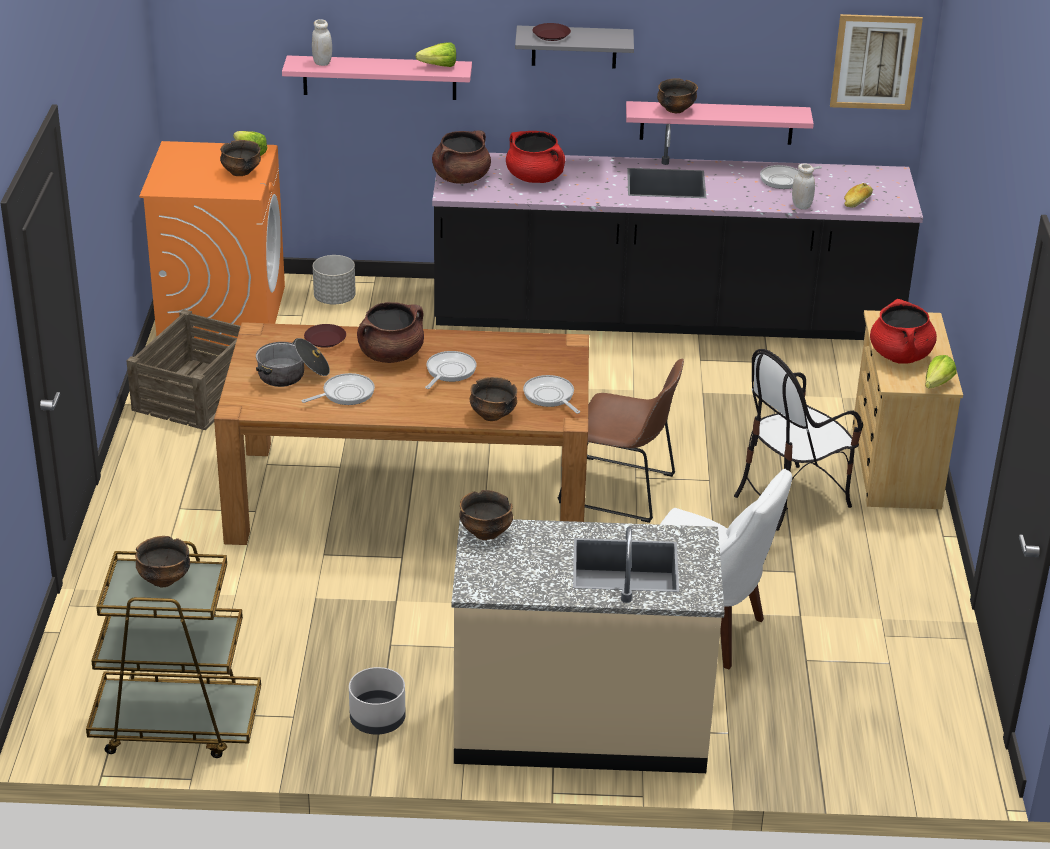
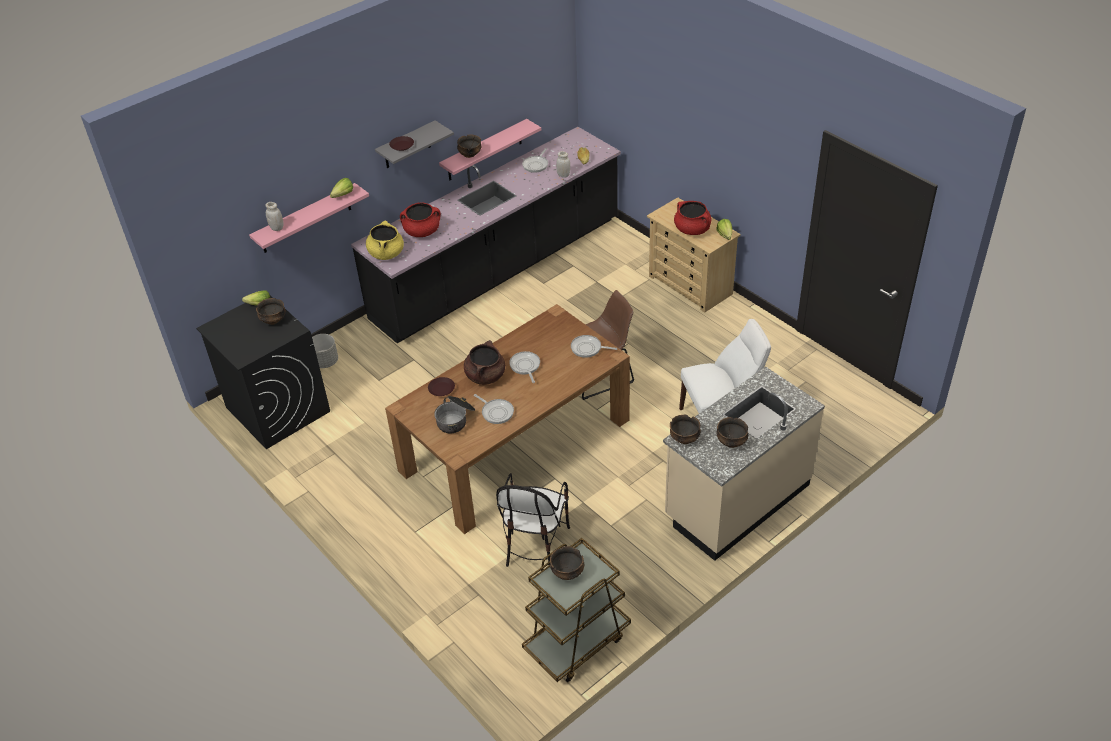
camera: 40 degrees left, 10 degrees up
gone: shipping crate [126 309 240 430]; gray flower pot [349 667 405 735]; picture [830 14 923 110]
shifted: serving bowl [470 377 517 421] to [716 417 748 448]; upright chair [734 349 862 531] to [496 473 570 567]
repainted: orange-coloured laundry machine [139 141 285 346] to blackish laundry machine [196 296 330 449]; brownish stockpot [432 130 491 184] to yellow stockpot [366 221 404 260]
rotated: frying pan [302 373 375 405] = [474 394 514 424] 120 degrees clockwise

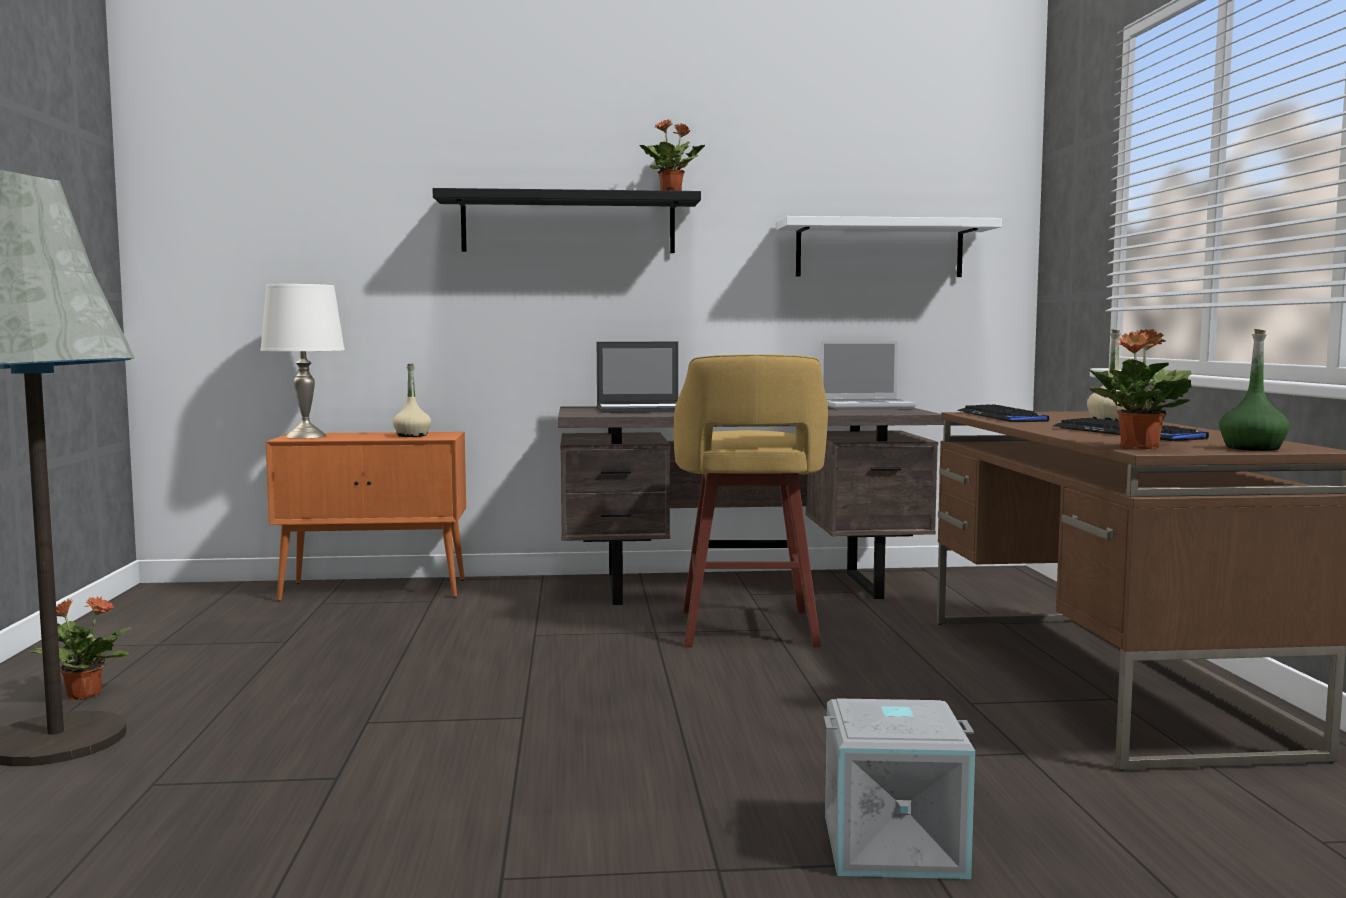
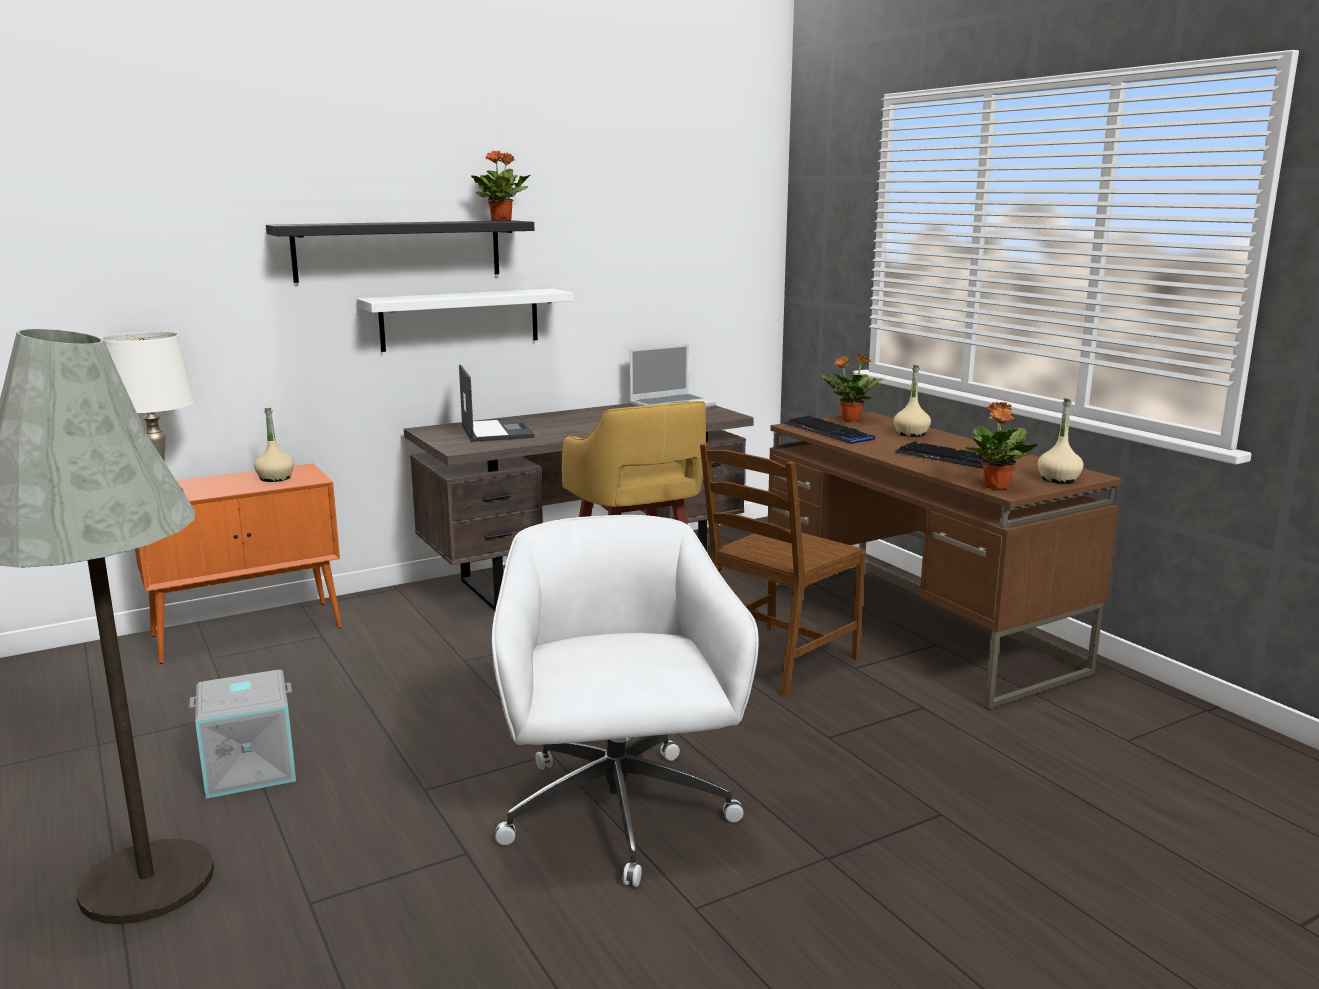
camera: 25 degrees left, 10 degrees up
new: white office chair [492 515 758 887]; brownish upright chair [700 444 866 698]
shifted: houseplant [29 596 132 700] to [822 354 883 422]; white wall shelf [776 216 1002 277] to [357 289 574 352]; gray storage box [824 698 975 879] to [190 670 296 799]
repainted: green bottle [1219 329 1290 451] to beige bottle [1038 398 1083 483]
rotated: laptop [597 342 678 413] = [459 364 534 442] 75 degrees counterclockwise

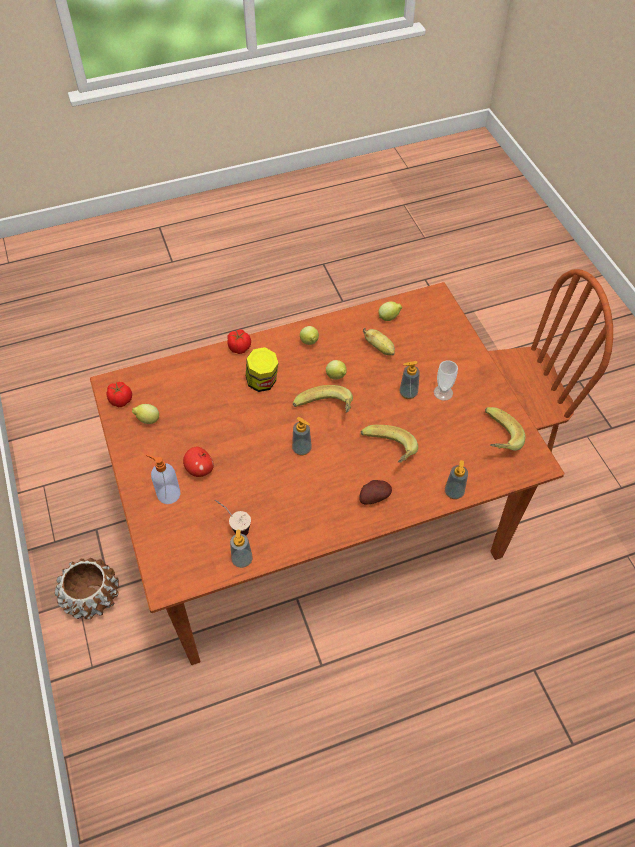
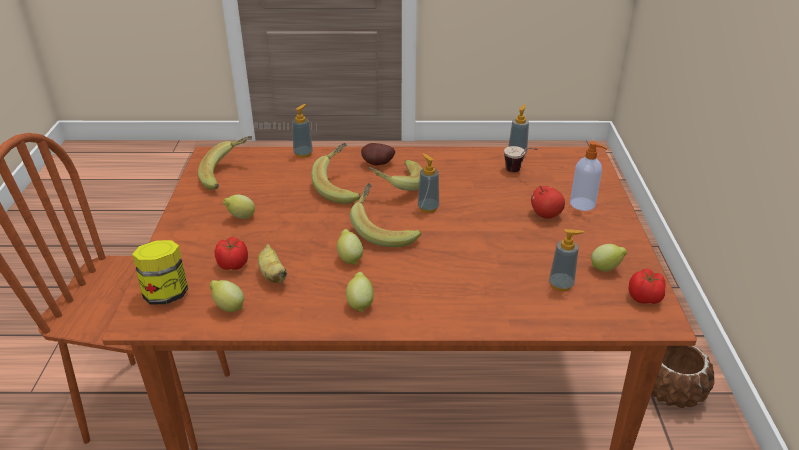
camera: 160 degrees left, 20 degrees down
new: banana [368 160 422 191]
shifted: fresh tomato [227 329 251 354] to [215 237 248 270]; preserve jar [246 347 278 392] to [132 240 188 304]; liquid soap bottle [400 361 420 399] to [549 229 584 291]
swapped: cup [434 360 458 401] to citrus fruit [223 195 255 219]

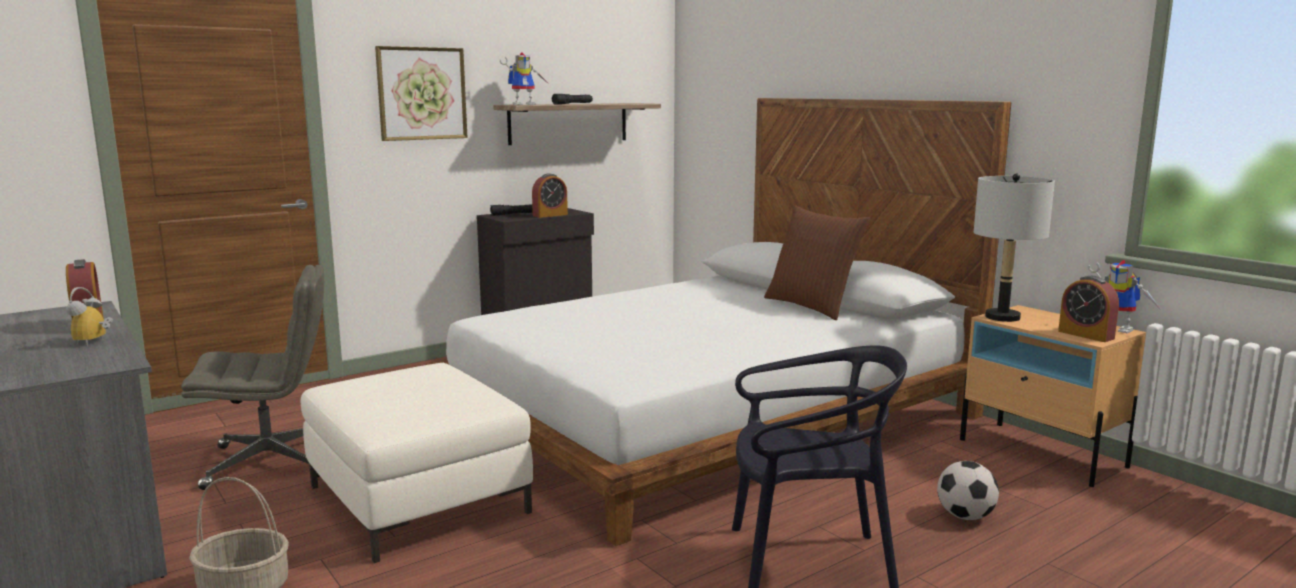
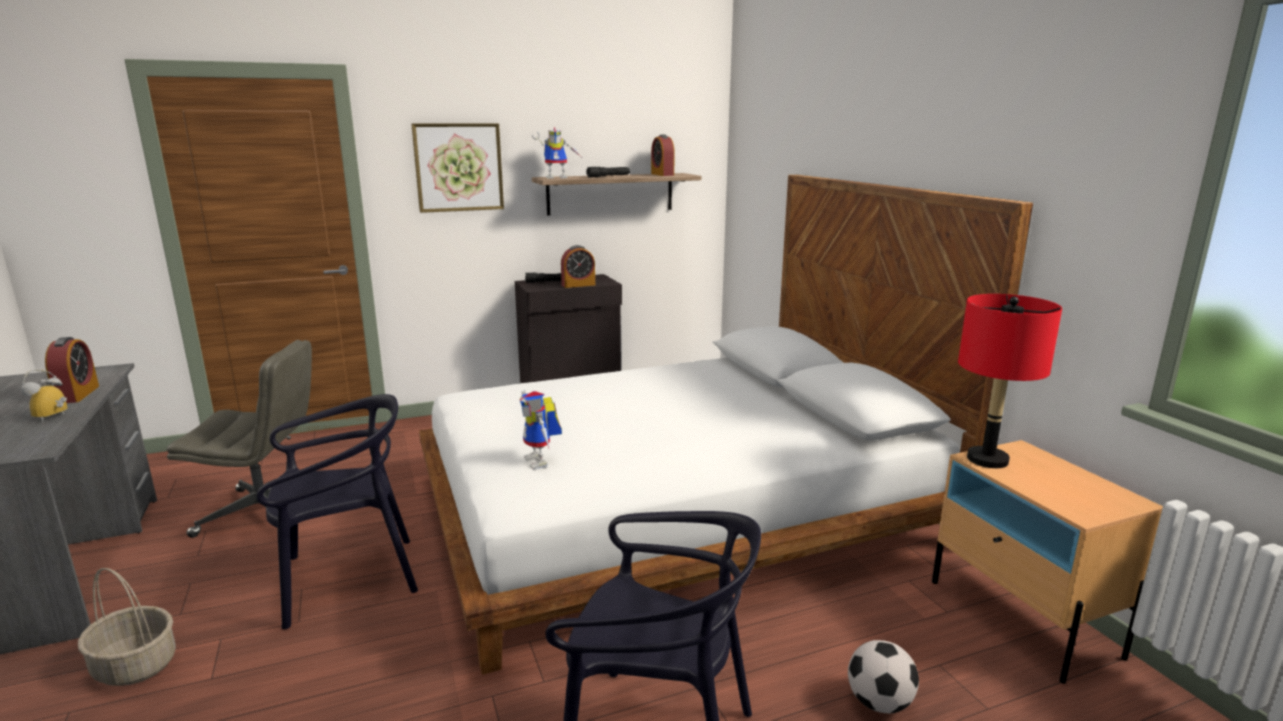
camera: 15 degrees right, 5 degrees up
gone: brownish pillow [764 206 870 320]
shifted: table clock [1058 276 1119 342] to [651 135 675 176]; model robot [1088 260 1159 333] to [520 390 562 469]
swapped: white pouffe [301 363 533 563] to blackish upright chair [257 394 418 629]
repainted: gray table lamp [974 173 1055 322] to reddish table lamp [958 294 1062 468]

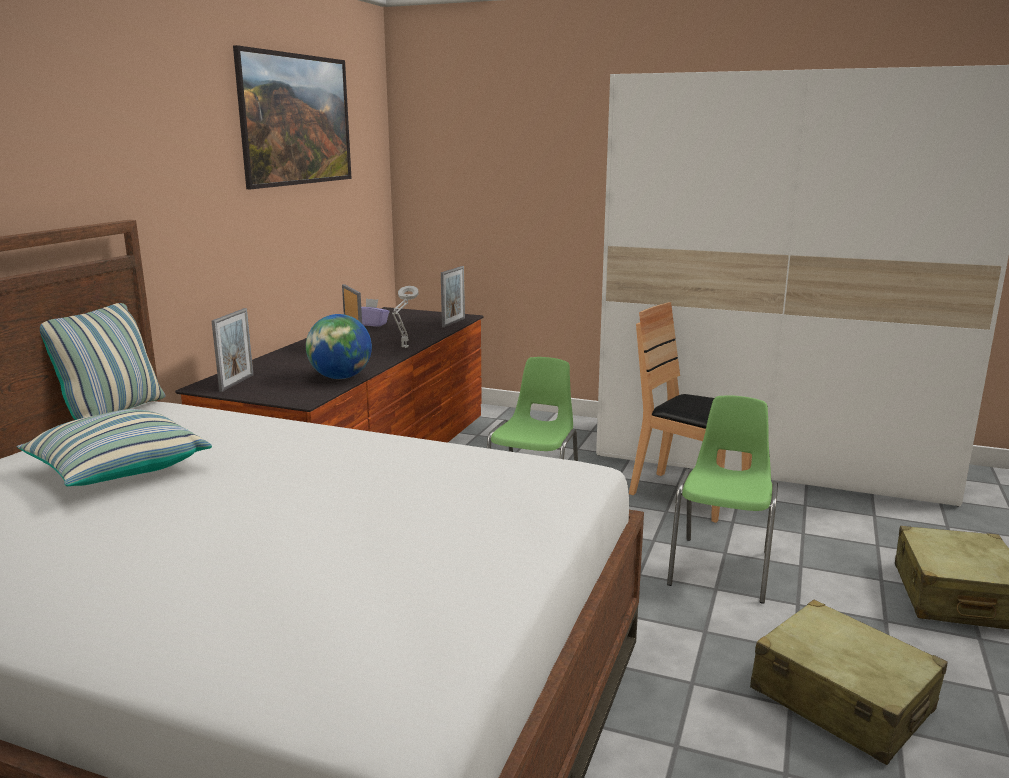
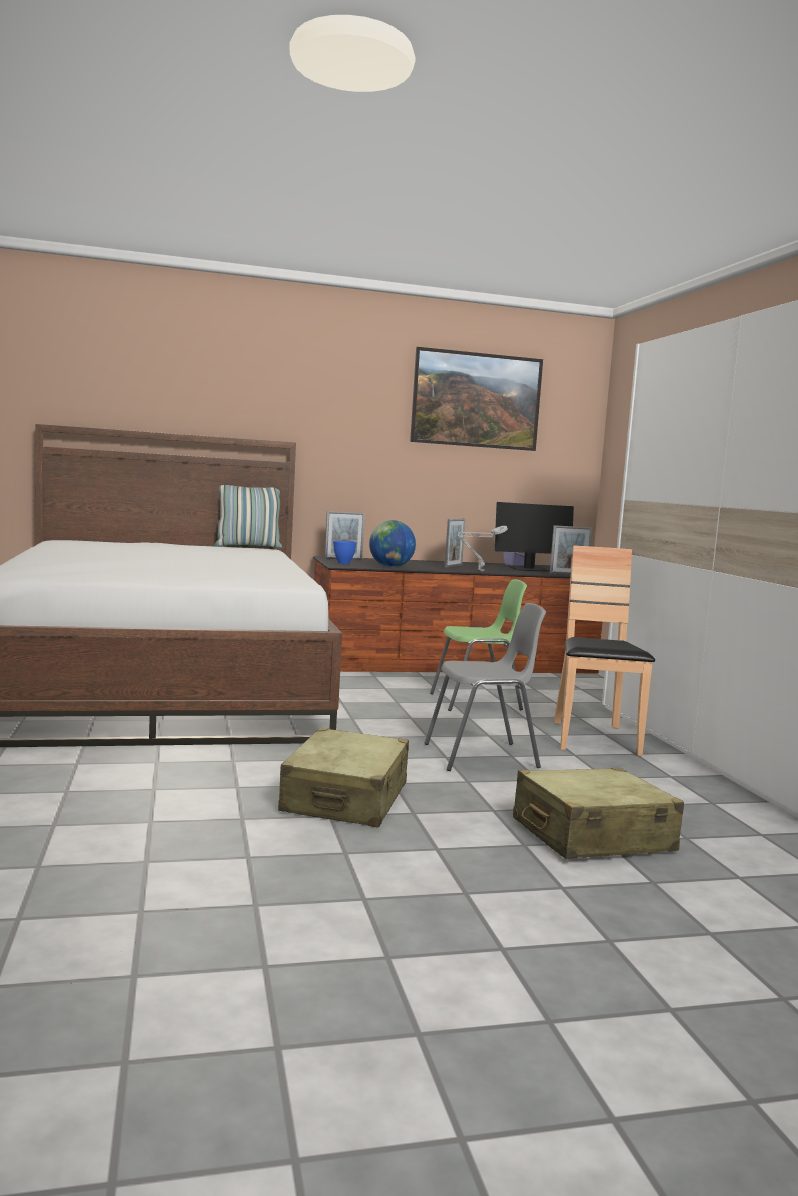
camera: 55 degrees right, 10 degrees down
gone: pillow [17 409 212 486]
new: bluish serving bowl [333 541 357 564]; monitor [495 502 574 572]
repainted: green upright chair [667 395 778 604] to gray upright chair [425 603 546 771]

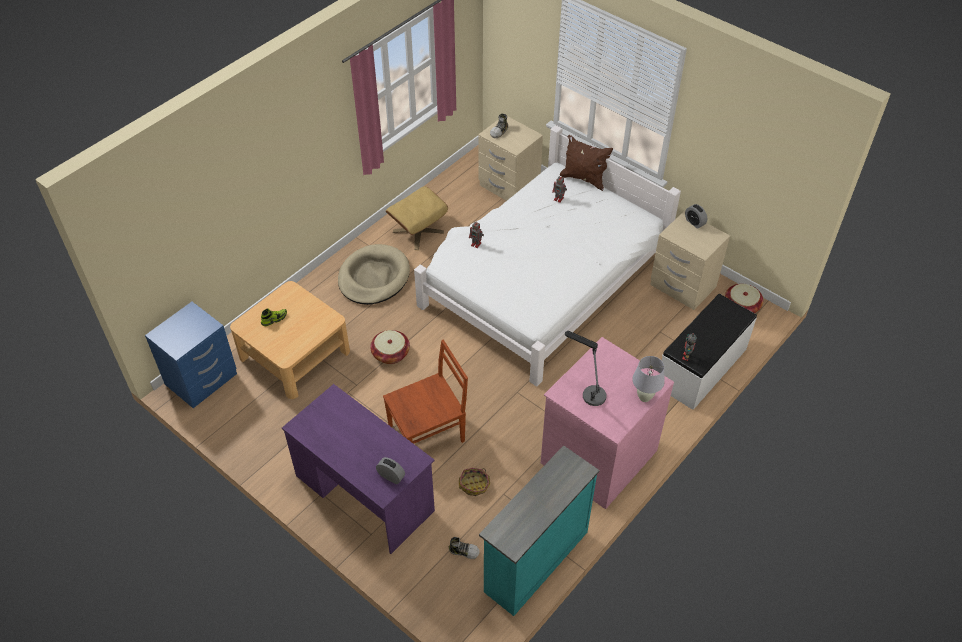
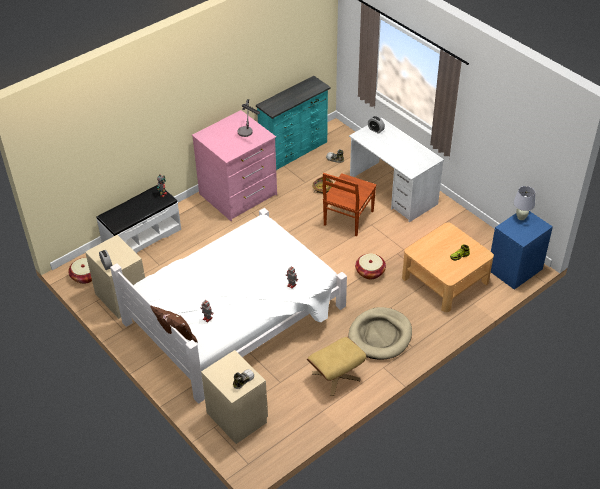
camera: 170 degrees left, 5 degrees down
shifted: white table lamp [632 356 665 402] to [513 186 535 220]
repainted: purple-coloured desk table [282 384 435 554] to white desk table [349 118 444 222]
rotated: brownish upright chair [383 340 468 444] = [323 173 377 236] 45 degrees counterclockwise

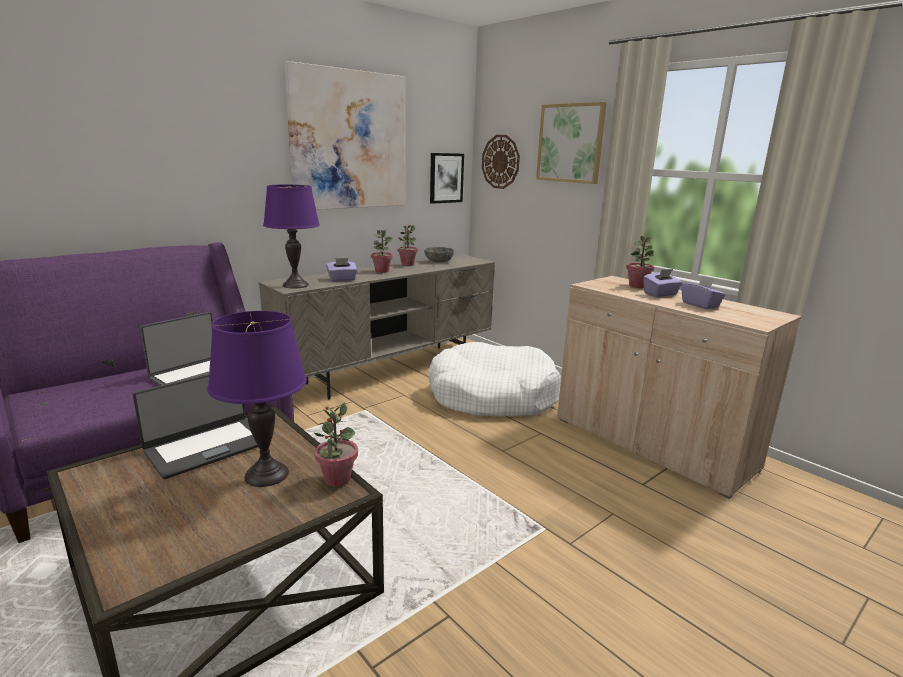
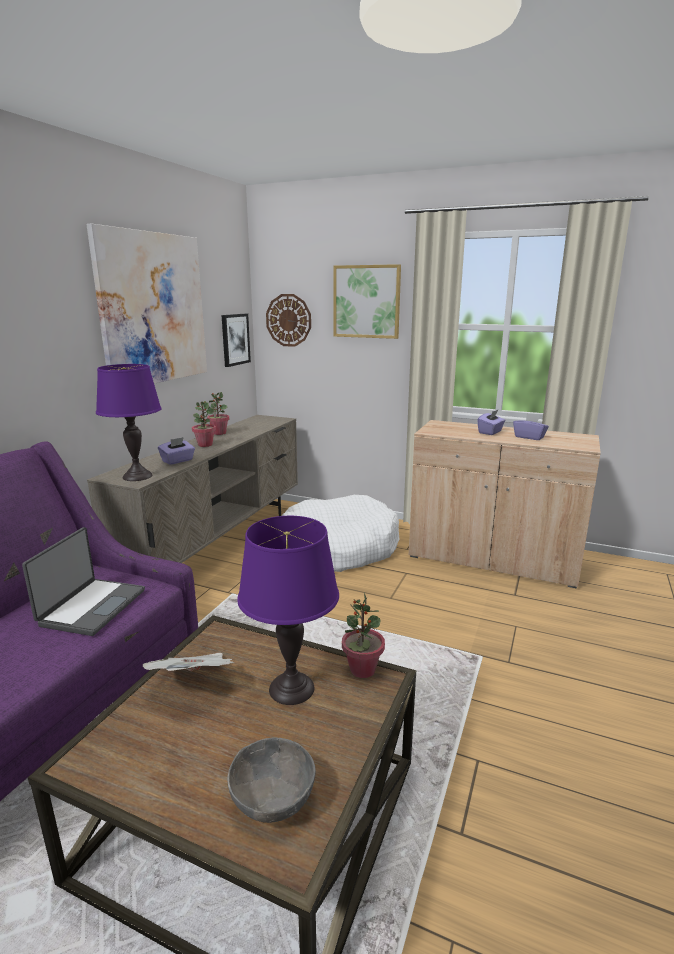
camera: 25 degrees left, 0 degrees up
gone: houseplant [626 236 654 288]
shifted: gray serving bowl [424 247 454 262] to [227 738 316 823]
swapped: laptop [133 374 258 479] to daily paper [143 653 235 671]

